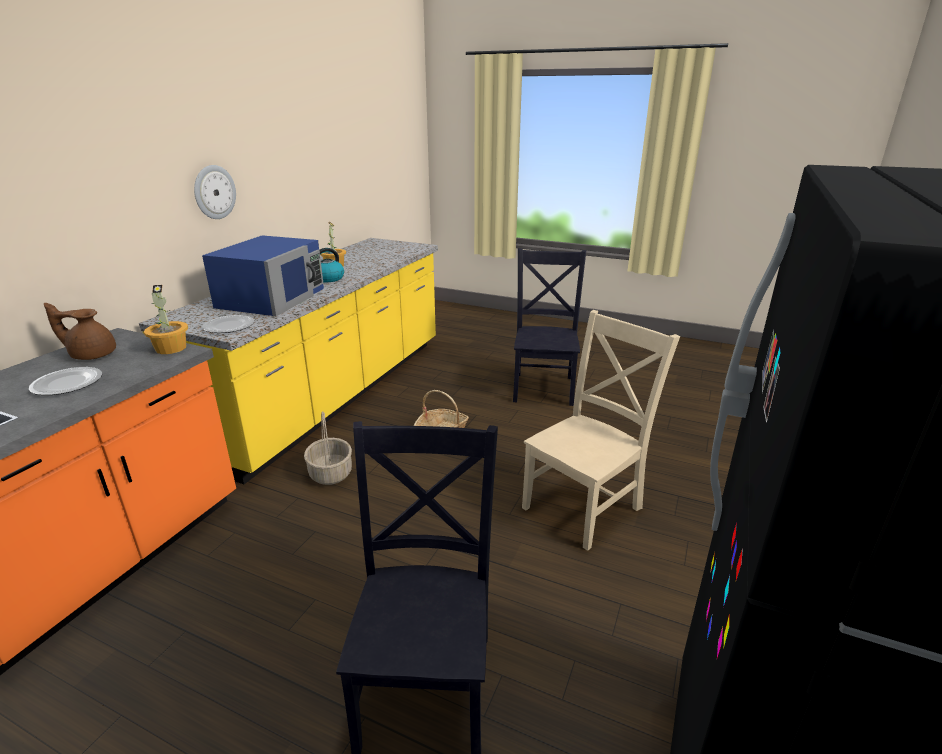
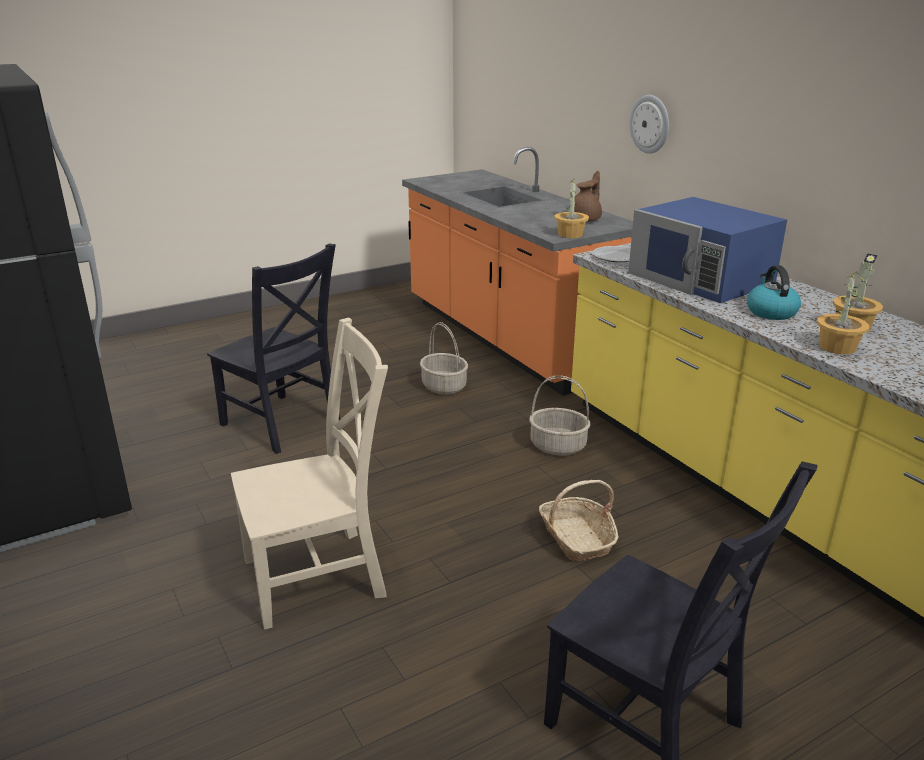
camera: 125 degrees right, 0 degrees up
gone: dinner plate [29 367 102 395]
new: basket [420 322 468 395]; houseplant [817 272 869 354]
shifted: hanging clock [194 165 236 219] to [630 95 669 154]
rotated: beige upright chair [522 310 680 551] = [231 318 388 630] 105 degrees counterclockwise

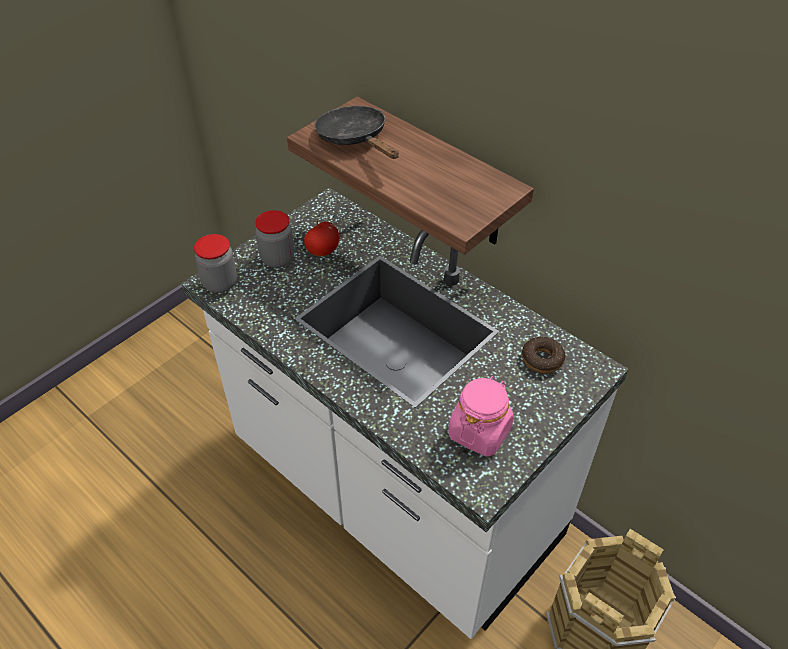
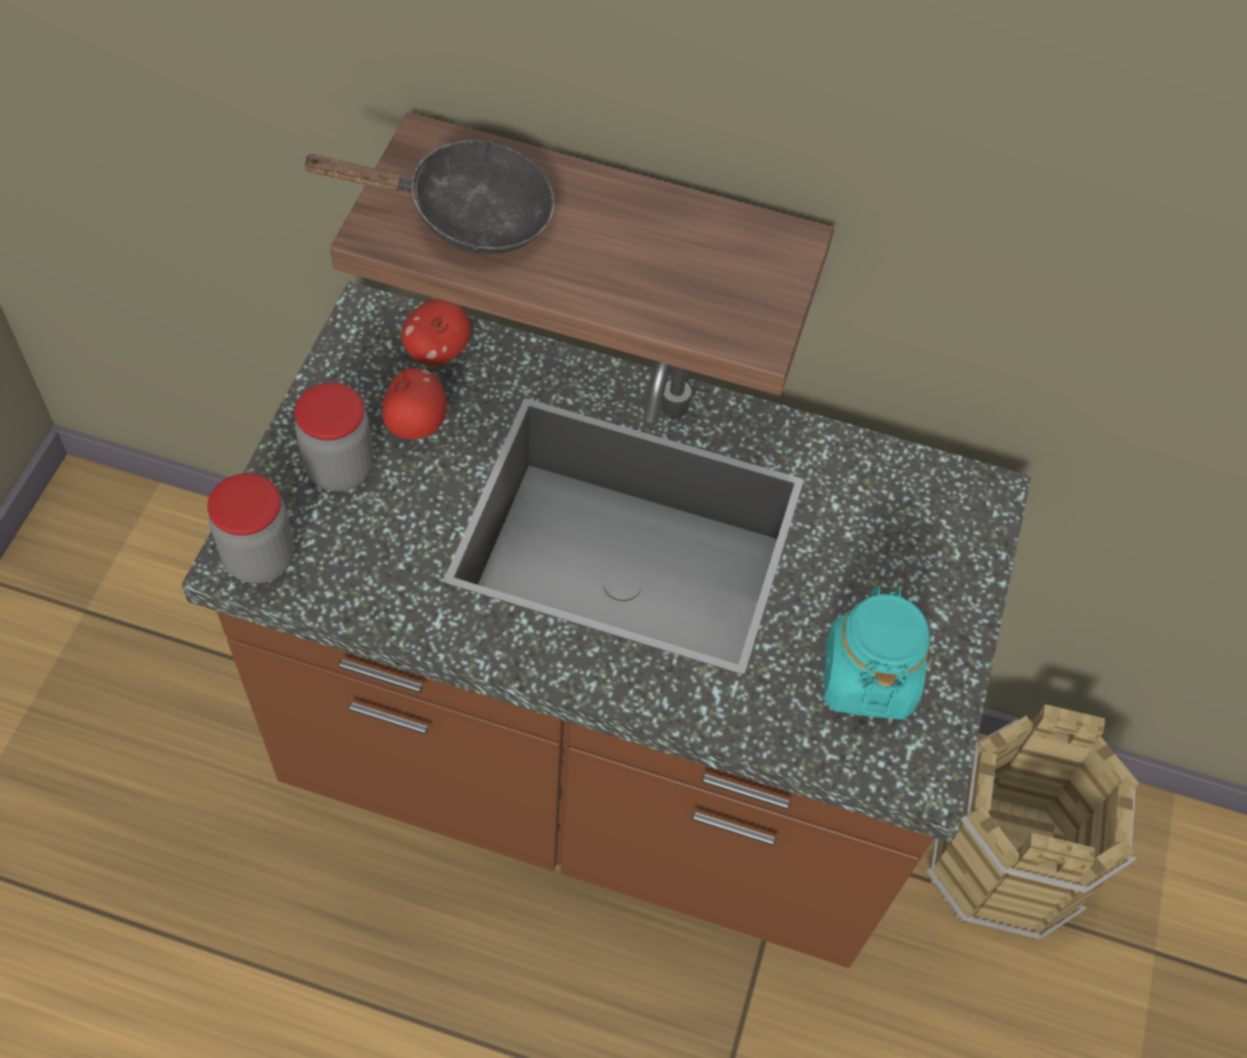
camera: 30 degrees left, 10 degrees up
gone: ring doughnut [522 337 566 373]
new: apple [401 299 471 366]
repainted: white kitchen base unit [181 188 628 639] to brownish kitchen base unit [181 281 1031 968]; pink preserve jar [448 376 514 457] to turquoise-coloured preserve jar [824 586 930 720]
rotated: blackish frying pan [315 106 399 159] = [300 140 555 254] 150 degrees clockwise

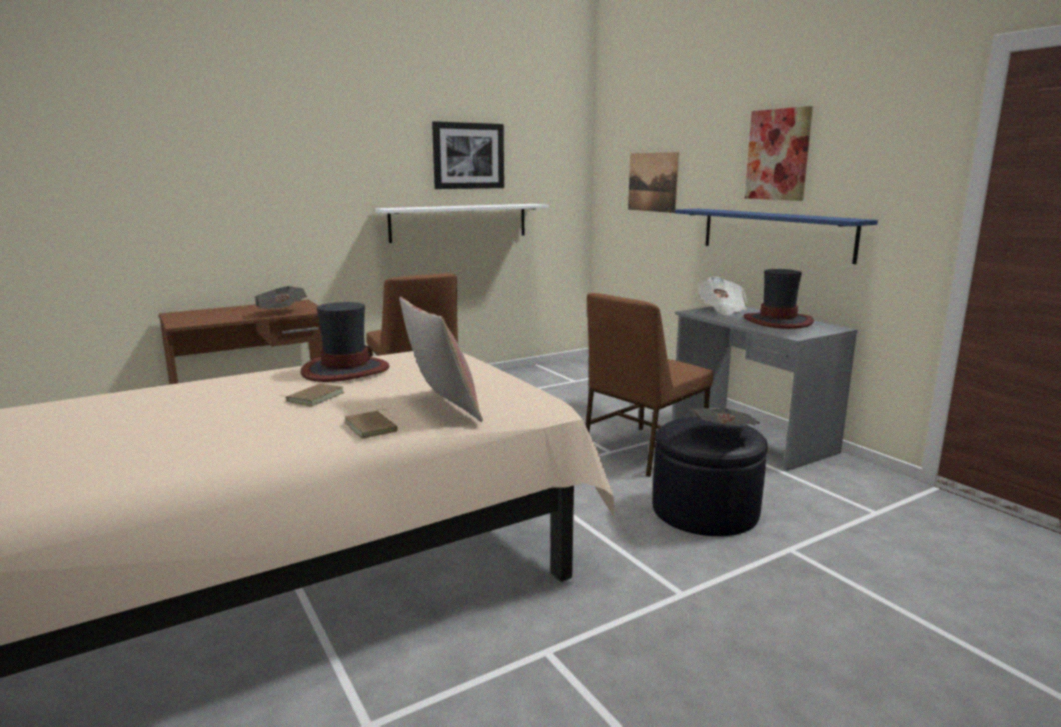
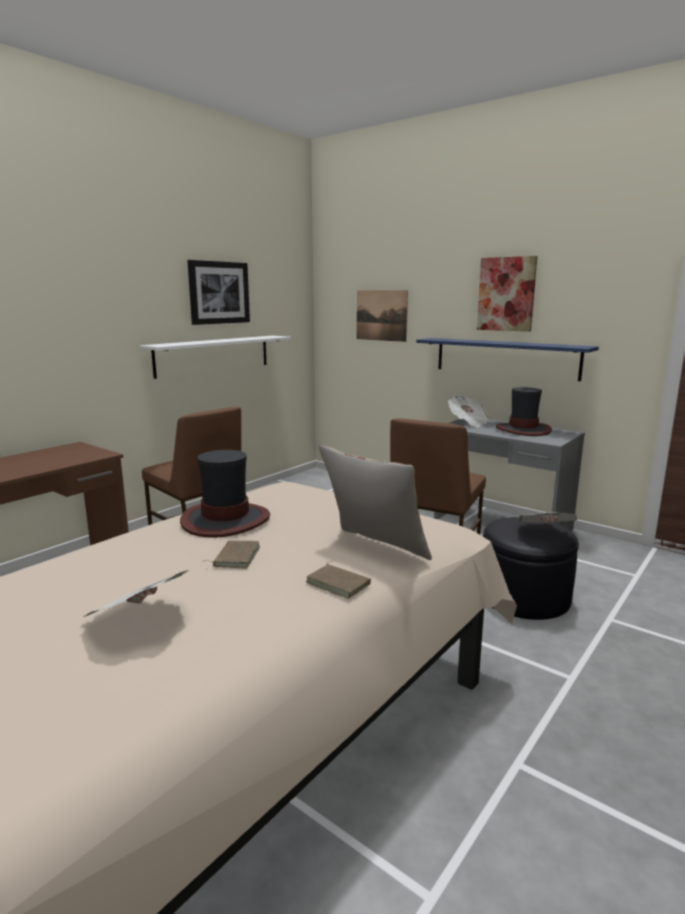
camera: 20 degrees left, 0 degrees up
shifted: daily paper [254 286 307 309] to [83 570 189 617]

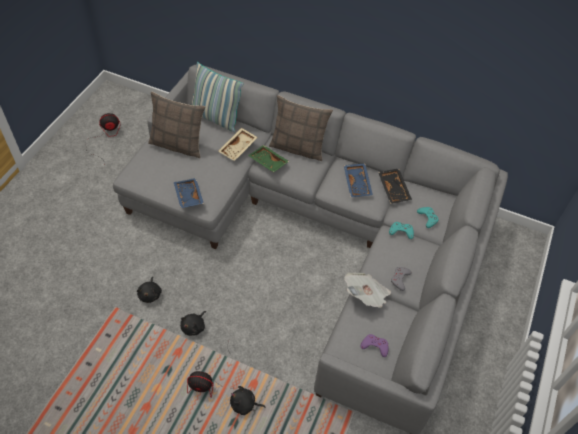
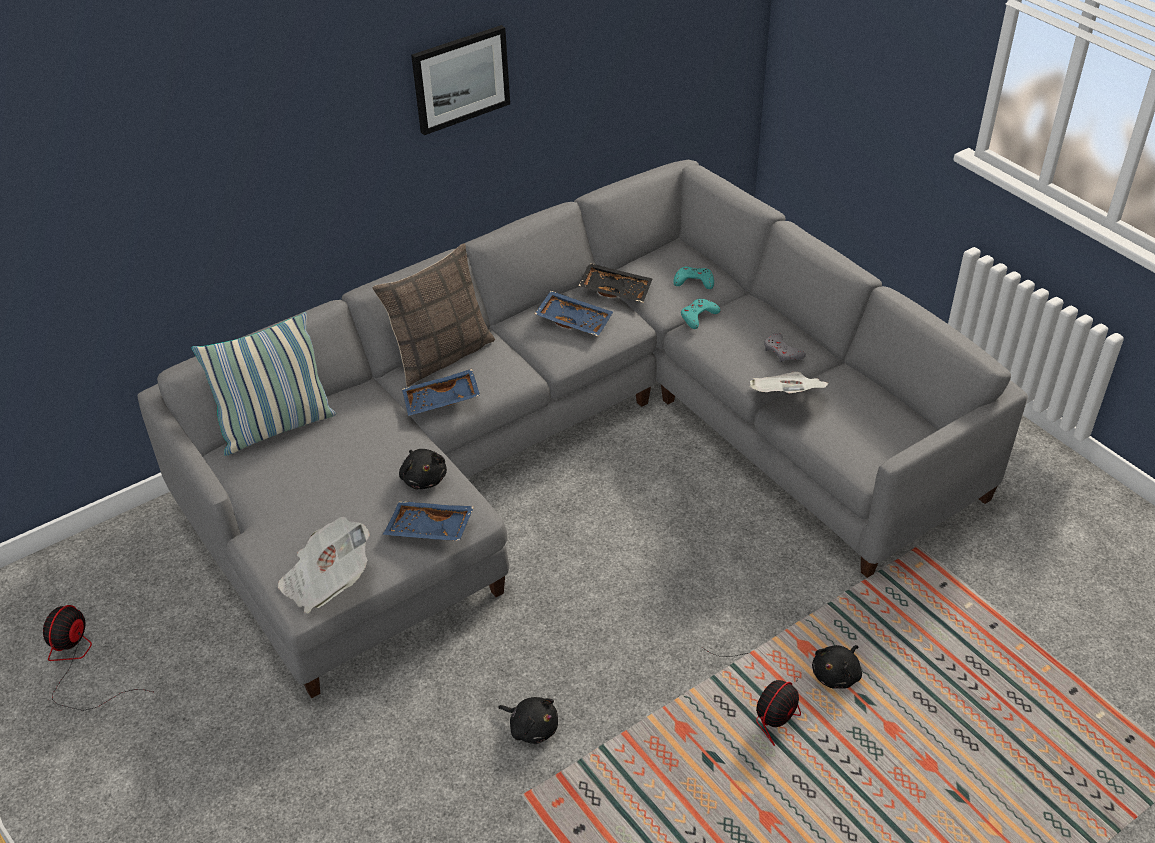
camera: 55 degrees left, 10 degrees down
gone: pillow [148 92 205 158]; beige carrying tray [218 128 258 161]; purple-coloured joypad [360 334 388 357]
new: daily paper [278 517 370 614]; picture [411 25 510 135]
shifted: blackish plush toy [180 311 206 336] to [399 449 447 489]
repainted: green carrying tray [248 145 289 172] to bluish carrying tray [402 369 480 416]

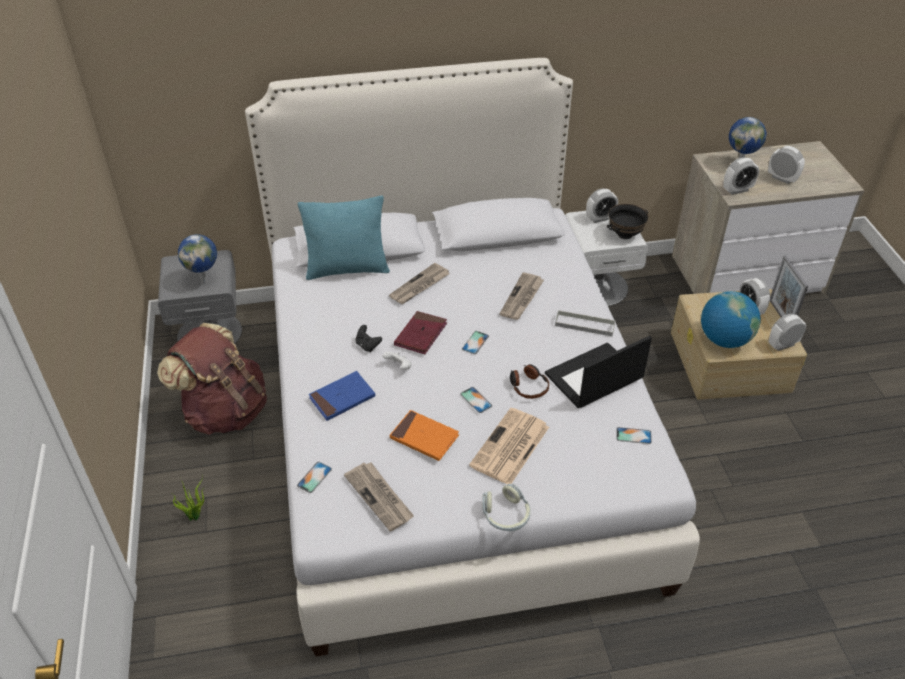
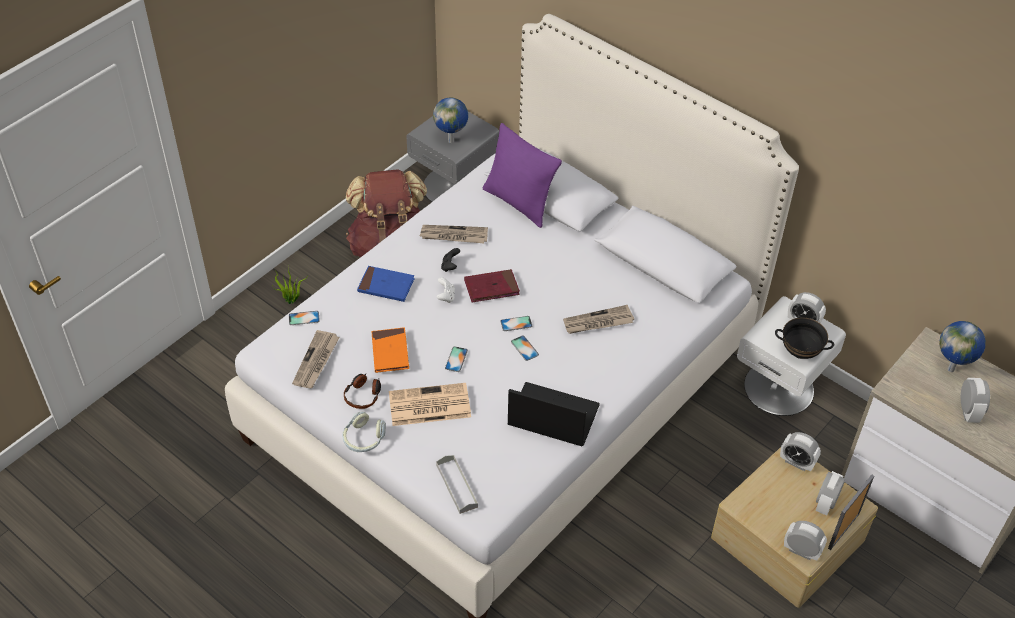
camera: 50 degrees right, 5 degrees up
gone: desk globe [701 291 761 348]
shifted: daily paper [389 263 449 304] to [420 225 488 243]; headset [510 364 549 399] to [344 373 381 409]; gray carrying tray [555 310 616 336] to [436 455 478 514]; handset [616 427 652 444] to [511 335 539 361]; table clock [723 157 759 195] to [780 432 821 471]
repainted: turquoise-coloured pillow [298 196 390 280] to purple-coloured pillow [483 123 562 228]

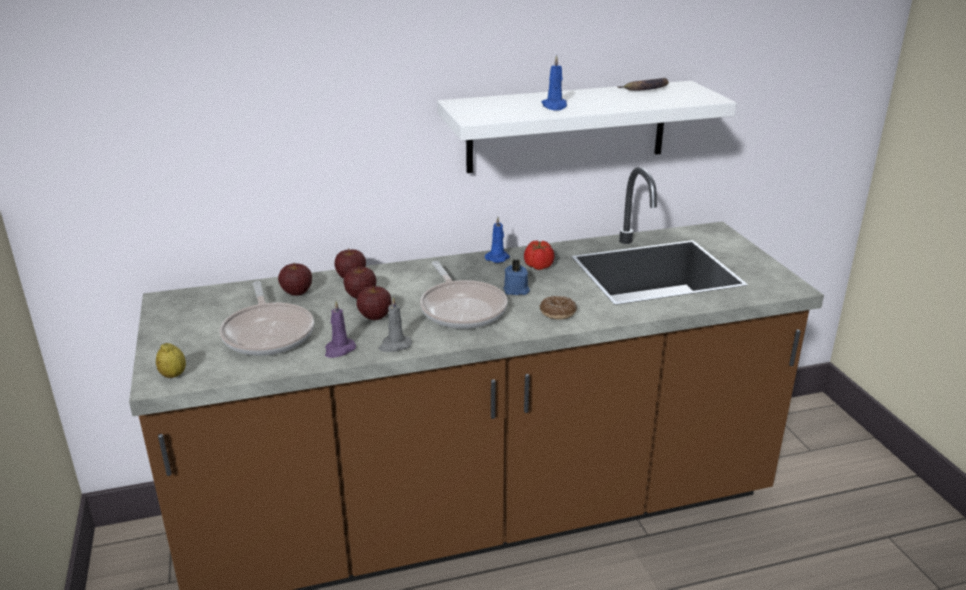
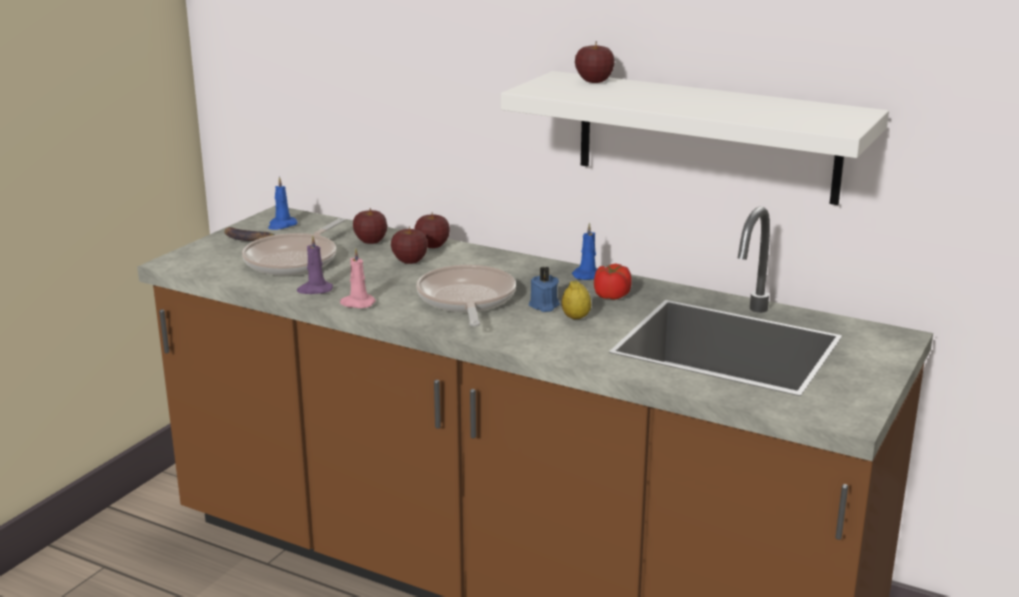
camera: 45 degrees right, 5 degrees down
gone: ring doughnut [539 296 577 320]
shifted: citrus fruit [156 343 186 378] to [562 281 591 319]; apple [357 285 392 320] to [575 41 615 83]; bluish wax light [541 55 567 110] to [268 176 298 230]; banana [617 78 669 91] to [224 227 275 241]
repainted: gray wax light [379 297 412 352] to pink wax light [340 248 376 308]
rotated: frying pan [420 261 508 329] = [416 265 516 326] 150 degrees clockwise

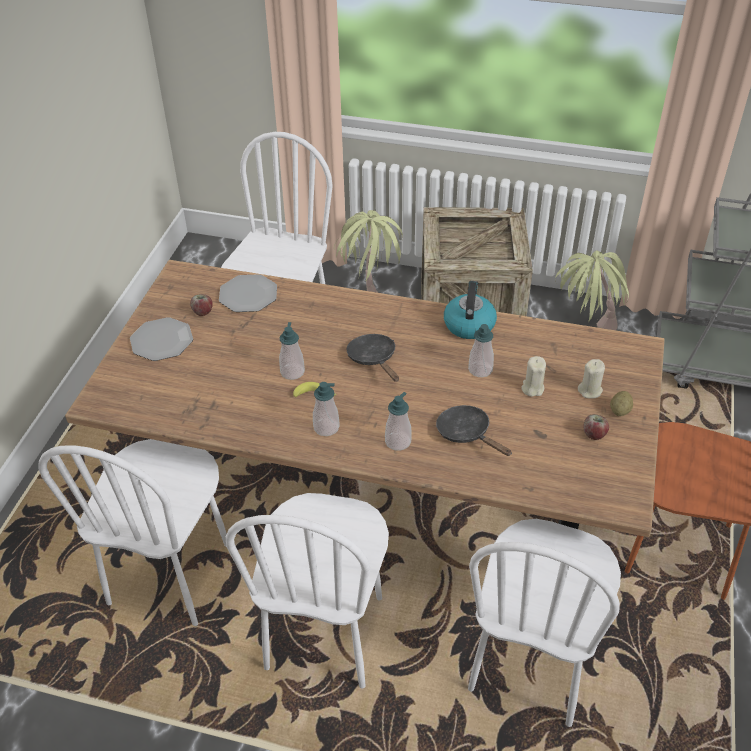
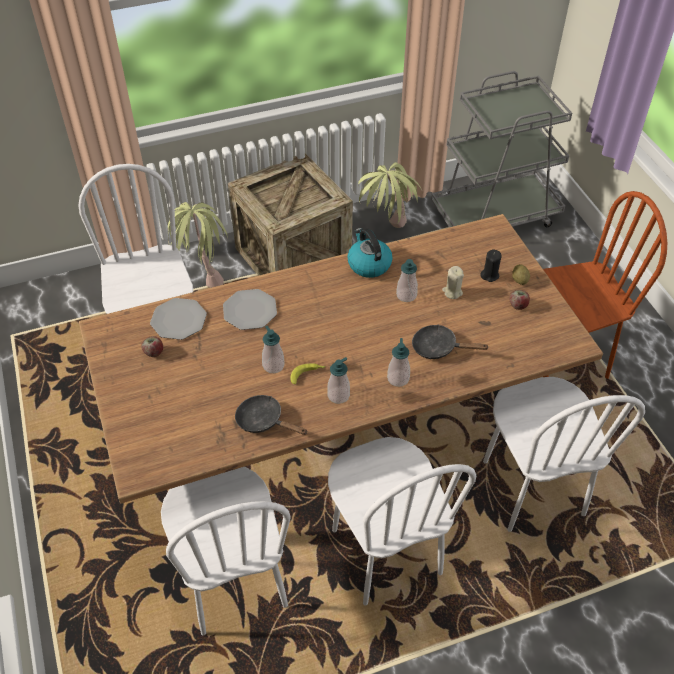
camera: 35 degrees left, 5 degrees up
shifted: dinner plate [130 317 193 361] to [223 289 277 330]; blackish frying pan [346 334 399 382] to [235 395 308 435]
repainted: beige wax light [578 359 605 398] to blackish wax light [480 249 502 282]

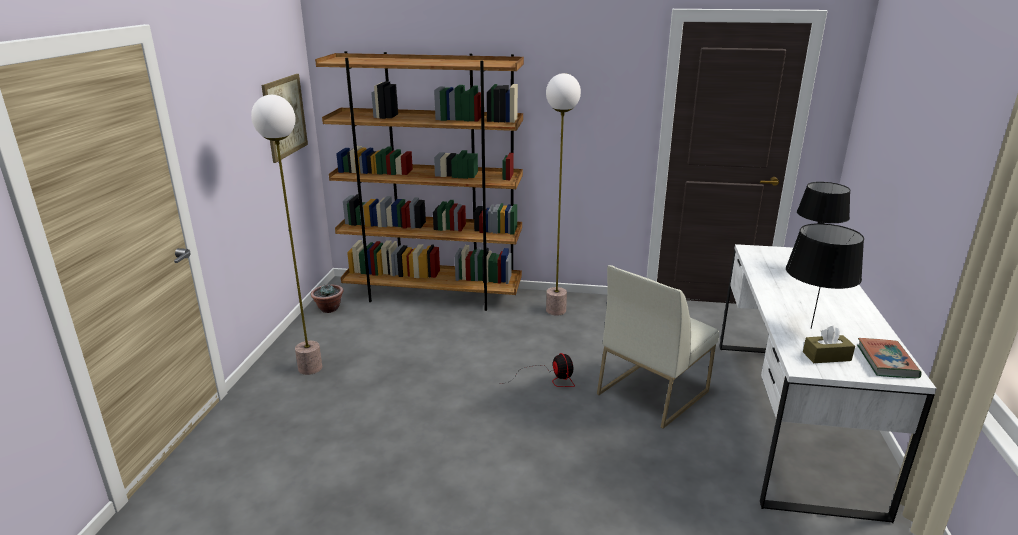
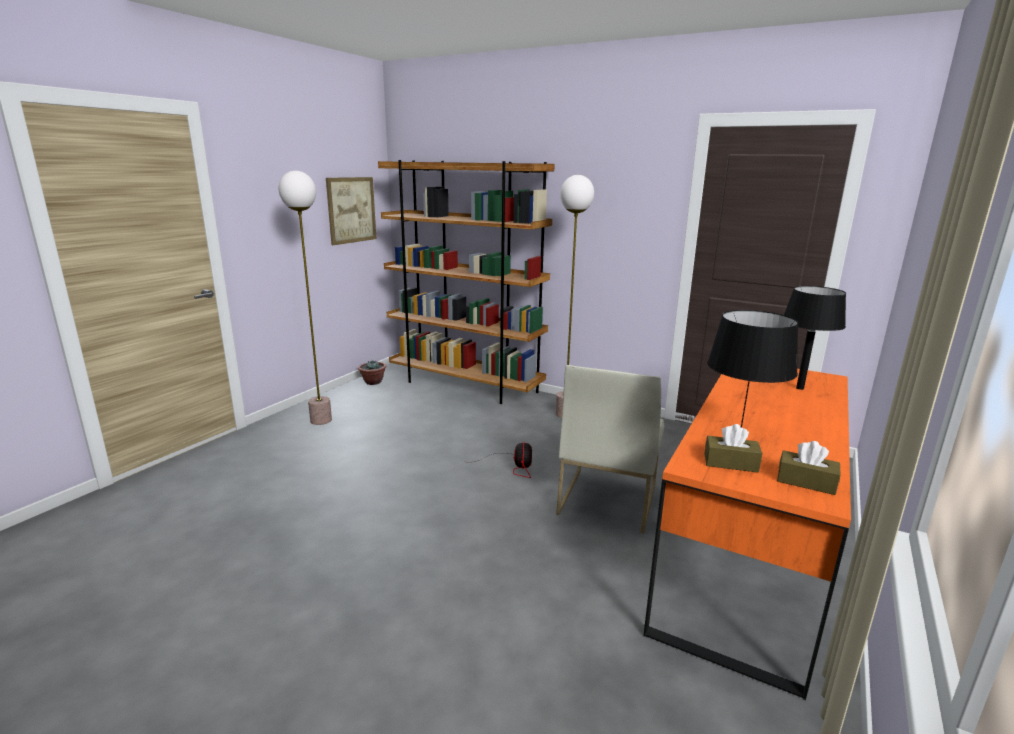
camera: 20 degrees right, 5 degrees down
swapped: book [857 338 921 378] to brownish tissue box [777 441 841 495]
repainted: white desk table [719 244 937 523] to orange-coloured desk table [643 369 851 700]
rotated: white upright chair [597 265 719 429] = [556 365 664 533] 45 degrees counterclockwise

